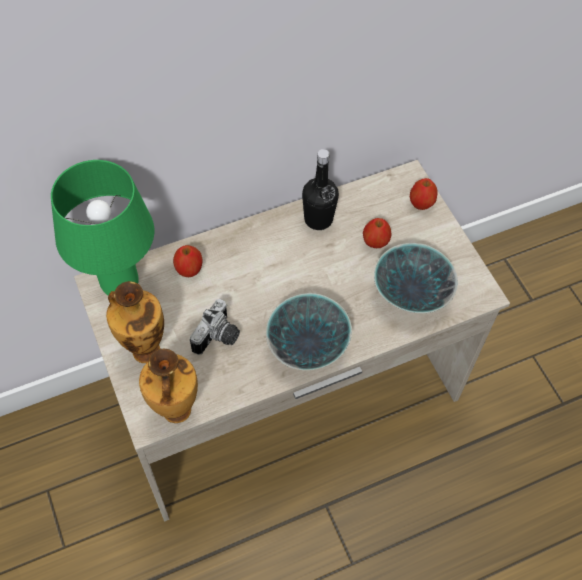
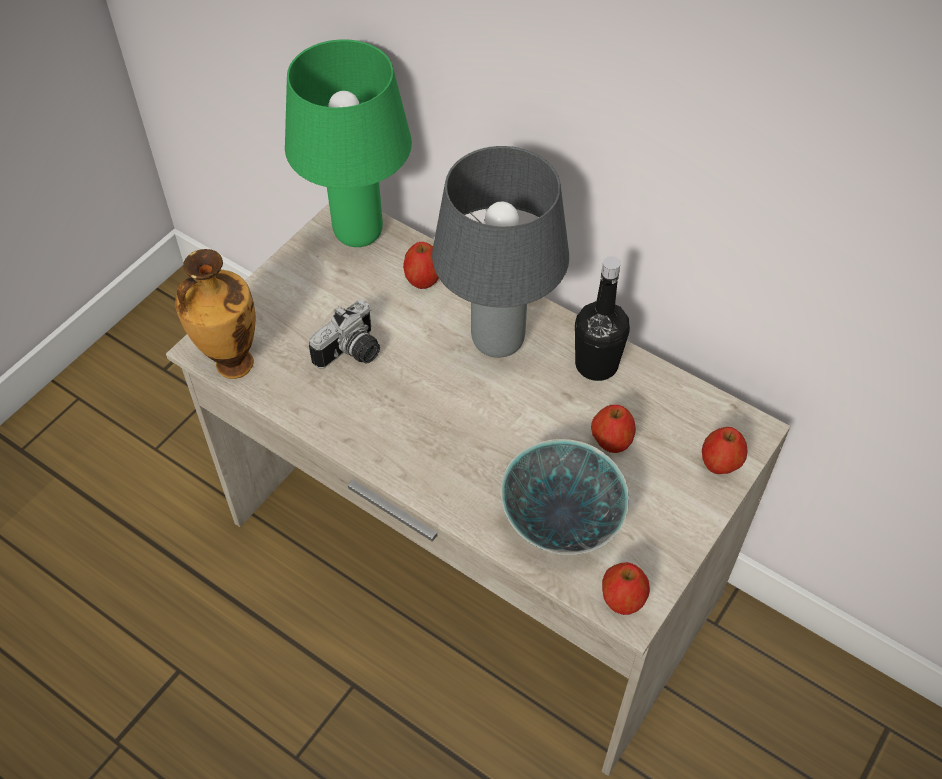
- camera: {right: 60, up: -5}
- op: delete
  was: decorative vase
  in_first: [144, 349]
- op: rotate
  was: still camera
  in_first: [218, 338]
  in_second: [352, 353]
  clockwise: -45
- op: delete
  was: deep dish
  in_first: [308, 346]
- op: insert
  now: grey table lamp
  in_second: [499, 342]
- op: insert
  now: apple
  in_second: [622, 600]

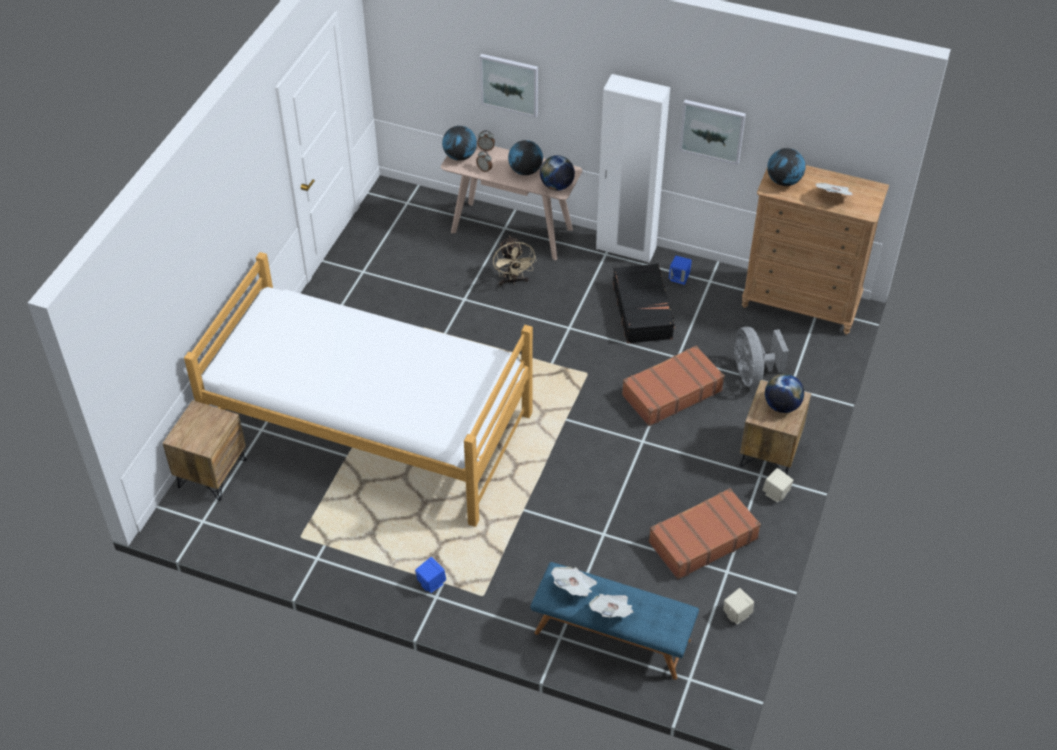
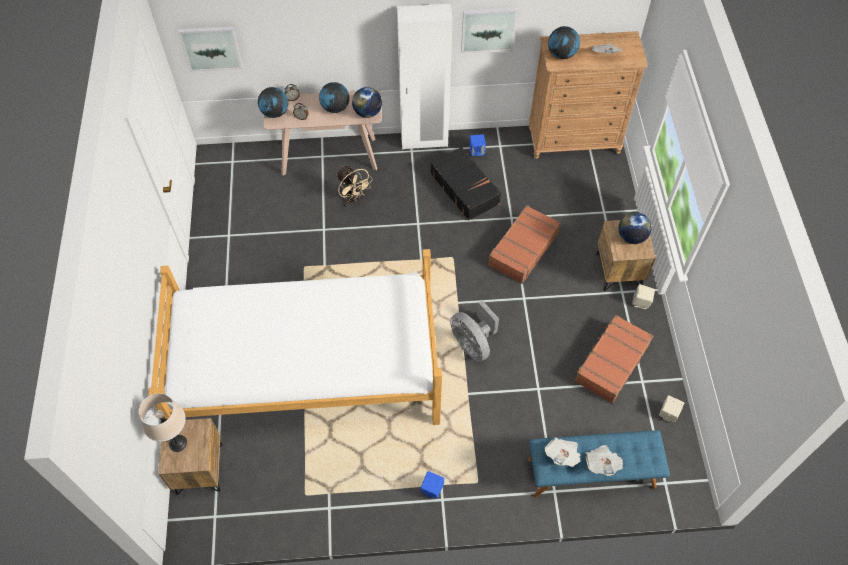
- camera: {right: -25, up: 10}
- op: move
  was: wall art
  in_first: [509, 84]
  in_second: [211, 48]
- op: move
  was: grey electric fan
  in_first: [753, 374]
  in_second: [473, 344]
- op: insert
  now: beige-coloured table lamp
  in_second: [178, 443]

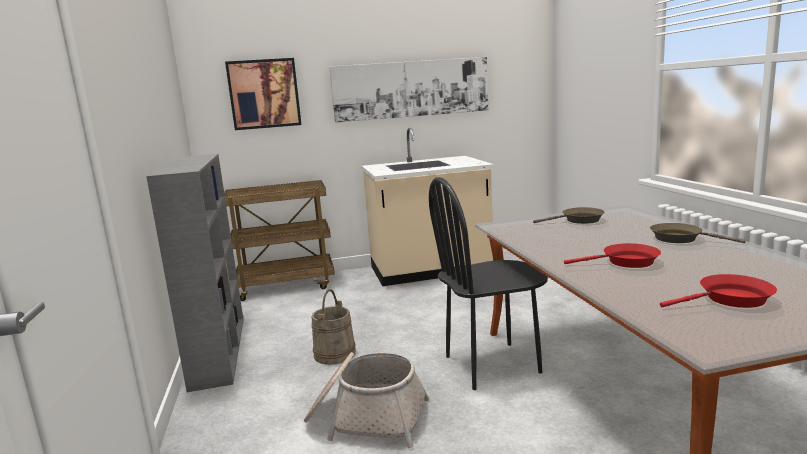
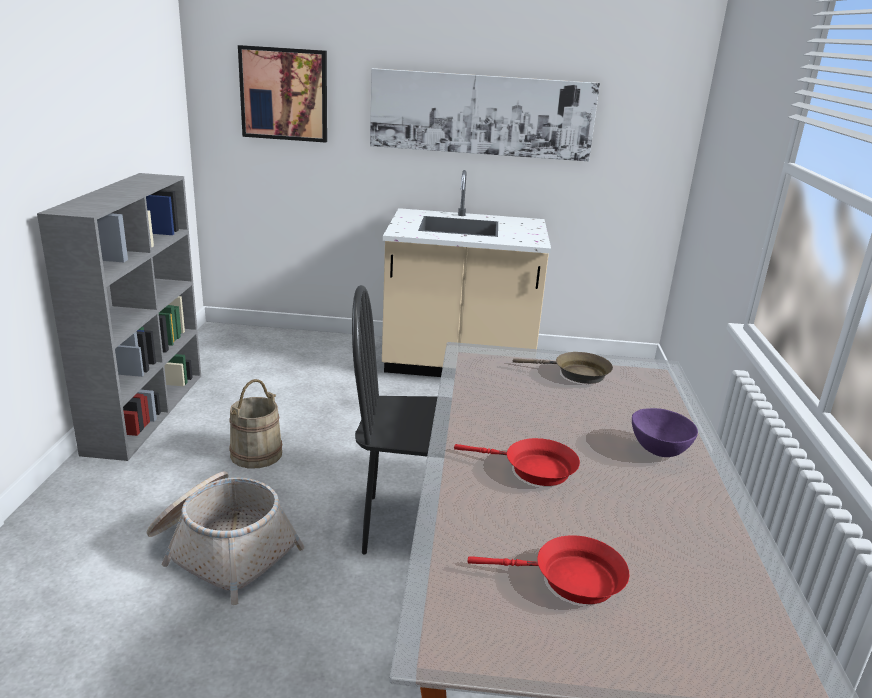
- camera: {right: 15, up: 10}
- op: delete
  was: brown-coloured cart
  in_first: [287, 286]
- op: replace
  was: brown-coloured pan
  now: purple deep dish
  in_first: [680, 238]
  in_second: [659, 448]

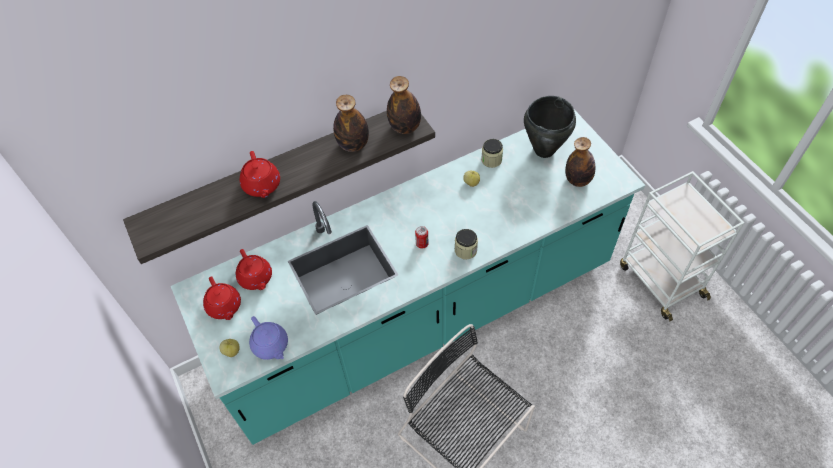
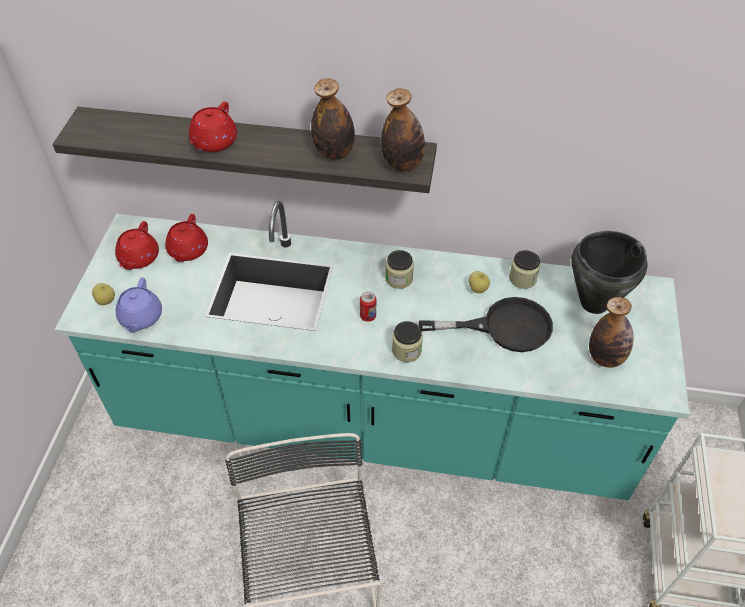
- camera: {right: 35, up: -5}
- op: insert
  now: storage jar
  in_second: [399, 279]
- op: insert
  now: blackish pan
  in_second: [503, 327]

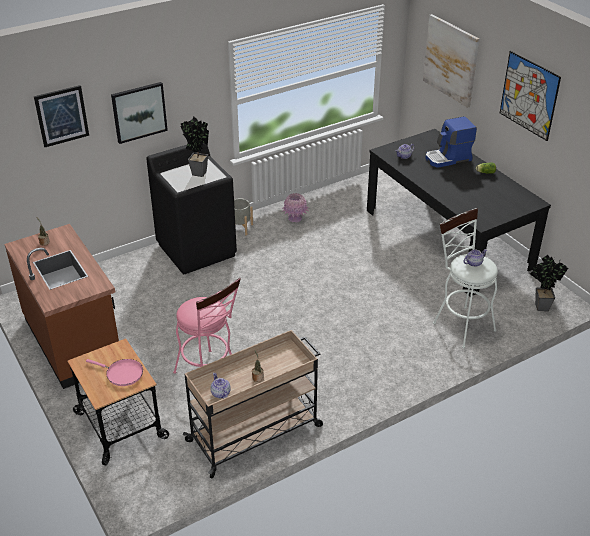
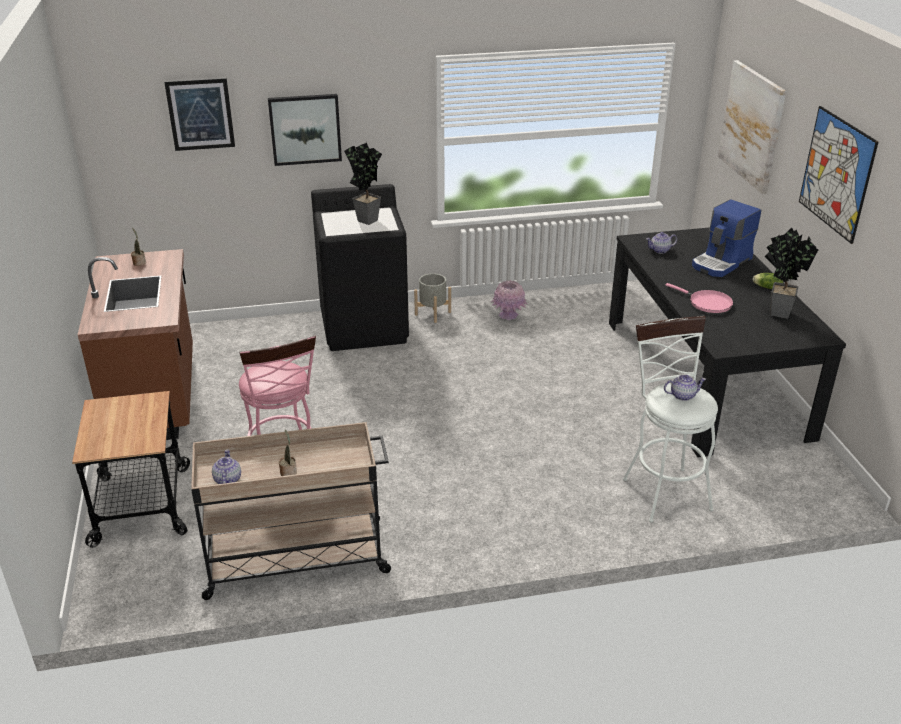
- camera: {right: 20, up: -5}
- op: move
  was: pinkish pan
  in_first: [122, 374]
  in_second: [707, 303]
- op: rotate
  was: coffee brewer
  in_first: [448, 158]
  in_second: [722, 263]
  clockwise: -45
- op: move
  was: potted plant
  in_first: [539, 306]
  in_second: [776, 311]

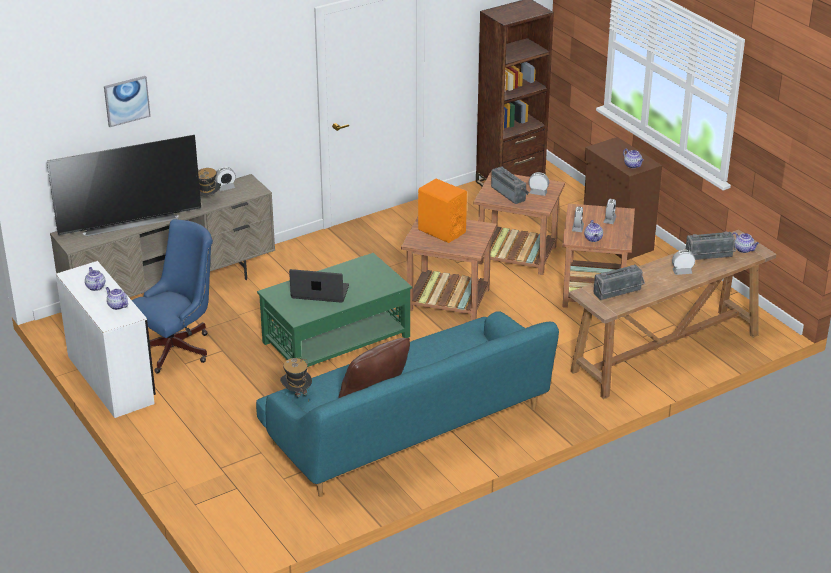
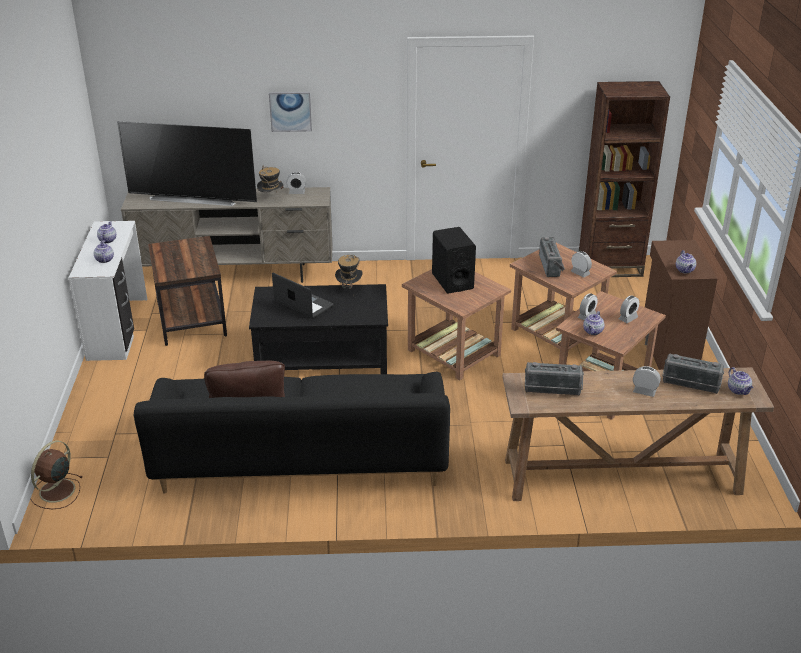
- camera: {right: 30, up: 0}
- op: move
  was: wall art
  in_first: [126, 100]
  in_second: [290, 111]
- op: replace
  was: blue office chair
  now: brown-coloured end table
  in_first: [178, 348]
  in_second: [192, 320]
- op: recolor
  was: blue-green settee
  now: blackish settee
  in_first: [408, 428]
  in_second: [301, 459]
- op: recolor
  was: green-coloured lounge table
  now: blackish lounge table
  in_first: [335, 339]
  in_second: [321, 355]
- op: move
  was: wearable hat
  in_first: [296, 395]
  in_second: [349, 288]
- op: recolor
  was: orange speaker
  now: blackish speaker
  in_first: [441, 231]
  in_second: [452, 281]
- op: insert
  now: brown-coloured electric fan
  in_second: [56, 491]

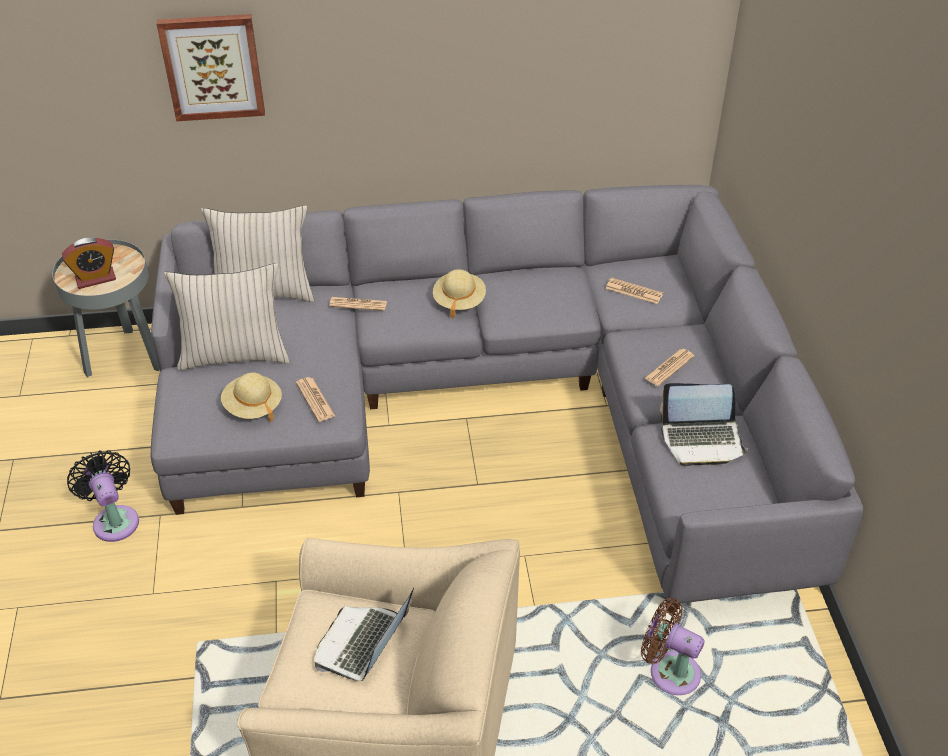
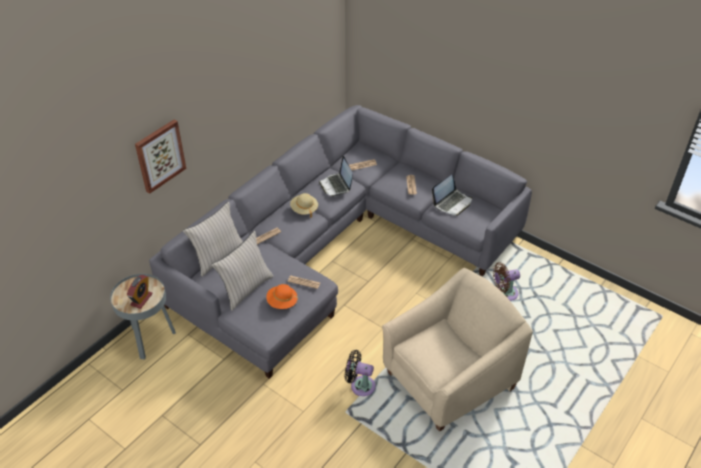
- camera: {right: -45, up: 0}
- op: move
  was: blackish electric fan
  in_first: [114, 520]
  in_second: [360, 385]
- op: recolor
  was: beige-coloured wearable hat
  now: orange wearable hat
  in_first: [253, 407]
  in_second: [282, 302]
- op: move
  was: portable computer
  in_first: [363, 644]
  in_second: [336, 185]

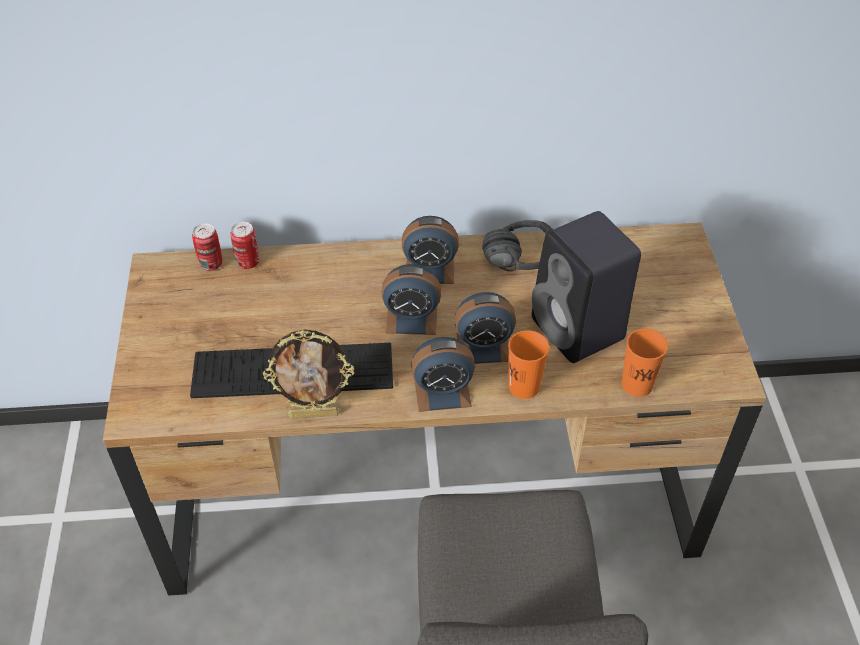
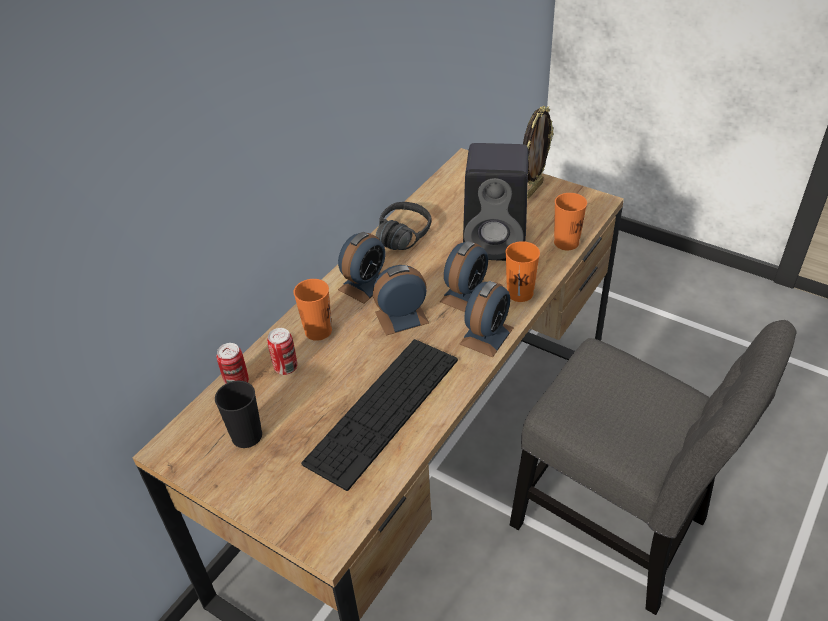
- camera: {right: -50, up: -5}
- op: move
  was: metal can
  in_first: [211, 264]
  in_second: [286, 367]
- op: move
  was: standing frame
  in_first: [315, 414]
  in_second: [533, 189]
- op: rotate
  was: alarm clock
  in_first: [411, 319]
  in_second: [401, 317]
  clockwise: -150
- op: insert
  now: blackish small cup
  in_second: [247, 436]
- op: insert
  now: orange small cup
  in_second: [318, 331]

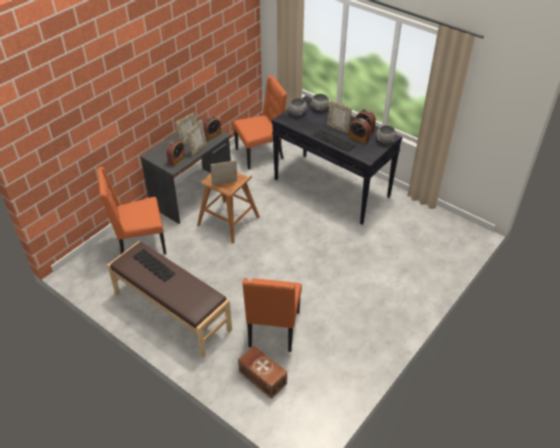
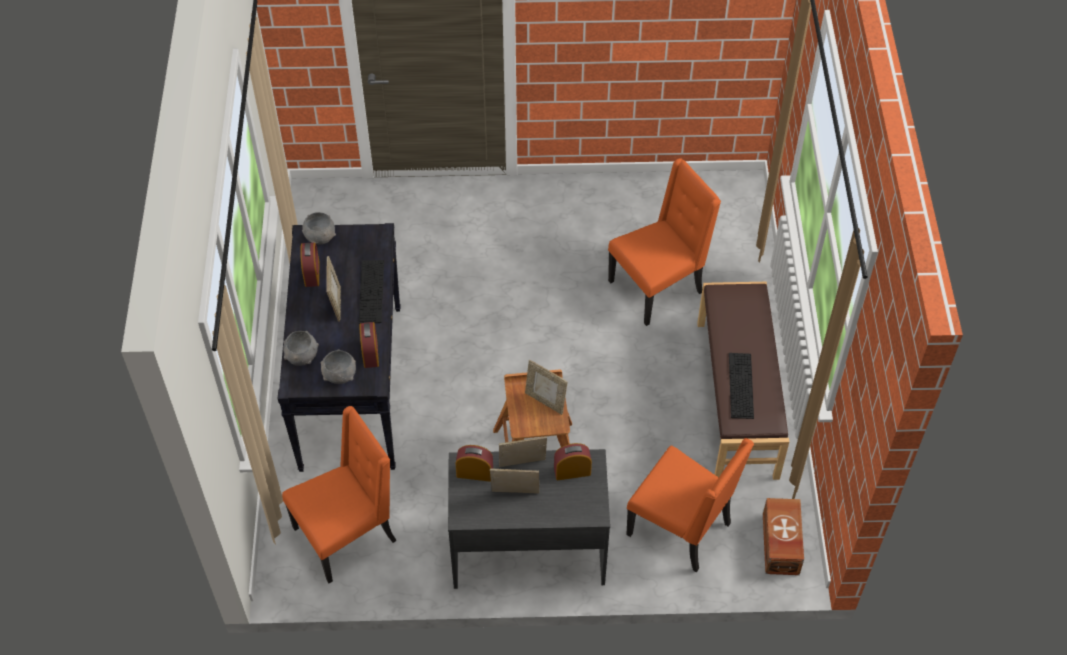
- camera: {right: -130, up: 10}
- op: rotate
  was: orange plain chair
  in_first: [260, 154]
  in_second: [347, 534]
  clockwise: 120
- op: move
  was: brown-coloured storage container
  in_first: [262, 377]
  in_second: [779, 545]
- op: move
  was: alarm clock
  in_first: [359, 138]
  in_second: [370, 353]

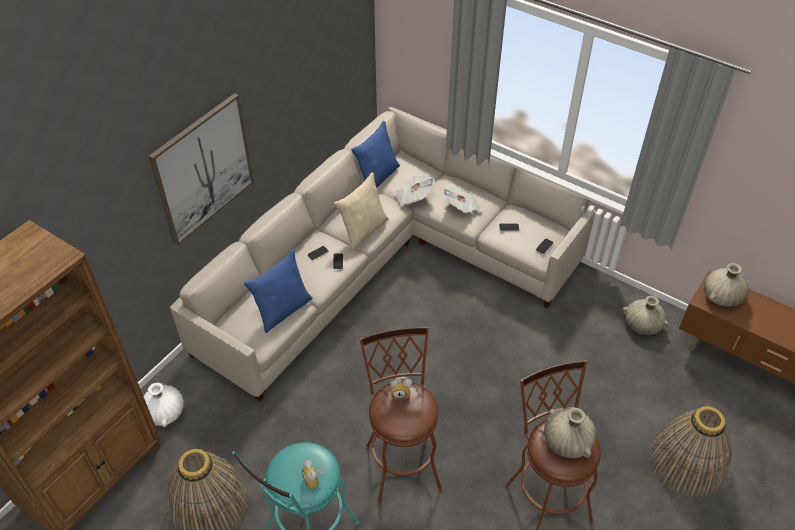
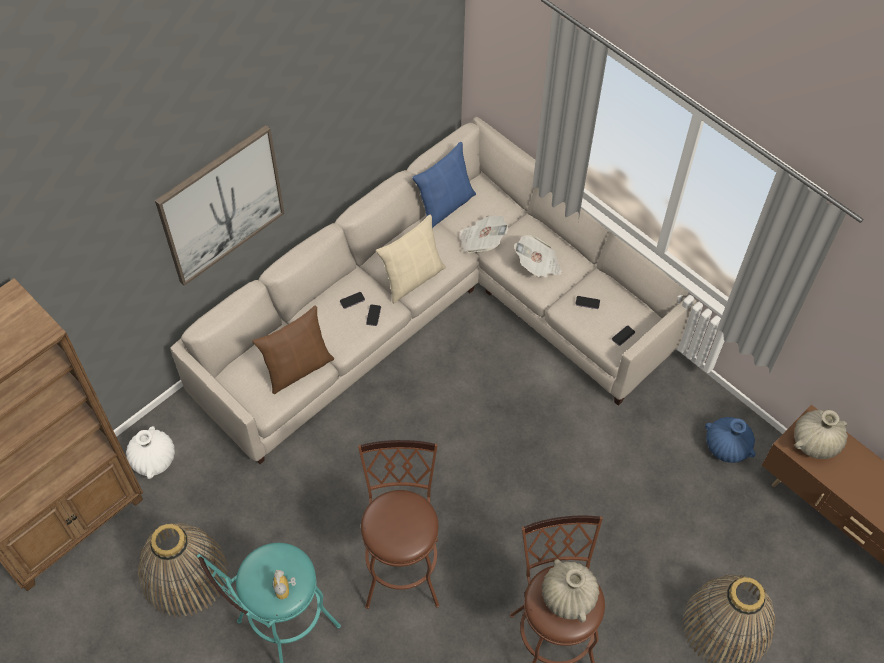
- camera: {right: 10, up: 10}
- op: recolor
  was: blue cushion
  now: brown-coloured cushion
  in_first: [283, 310]
  in_second: [298, 368]
- op: delete
  was: alarm clock
  in_first: [401, 393]
- op: recolor
  was: beige-coloured decorative vase
  now: blue decorative vase
  in_first: [642, 325]
  in_second: [727, 447]

